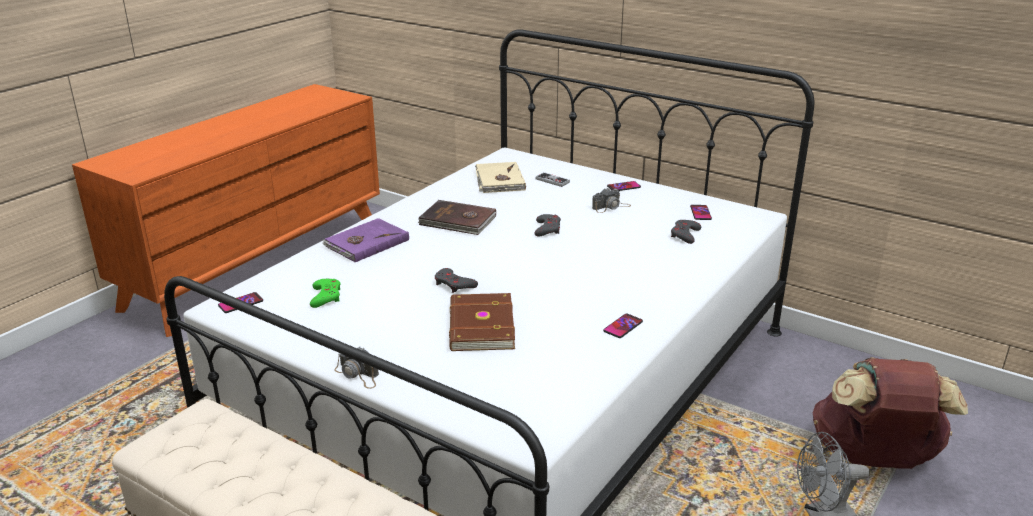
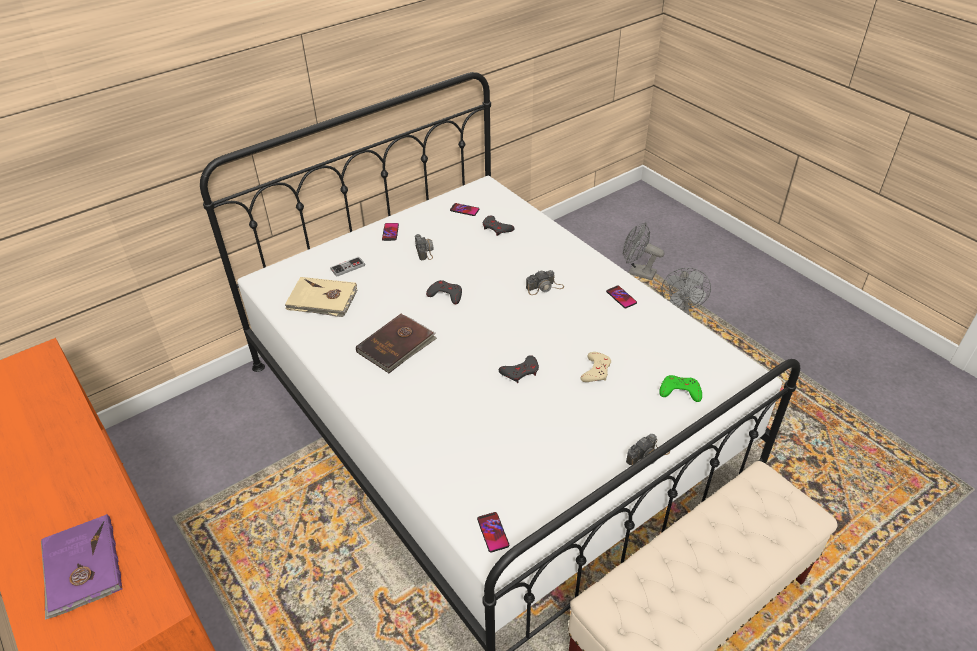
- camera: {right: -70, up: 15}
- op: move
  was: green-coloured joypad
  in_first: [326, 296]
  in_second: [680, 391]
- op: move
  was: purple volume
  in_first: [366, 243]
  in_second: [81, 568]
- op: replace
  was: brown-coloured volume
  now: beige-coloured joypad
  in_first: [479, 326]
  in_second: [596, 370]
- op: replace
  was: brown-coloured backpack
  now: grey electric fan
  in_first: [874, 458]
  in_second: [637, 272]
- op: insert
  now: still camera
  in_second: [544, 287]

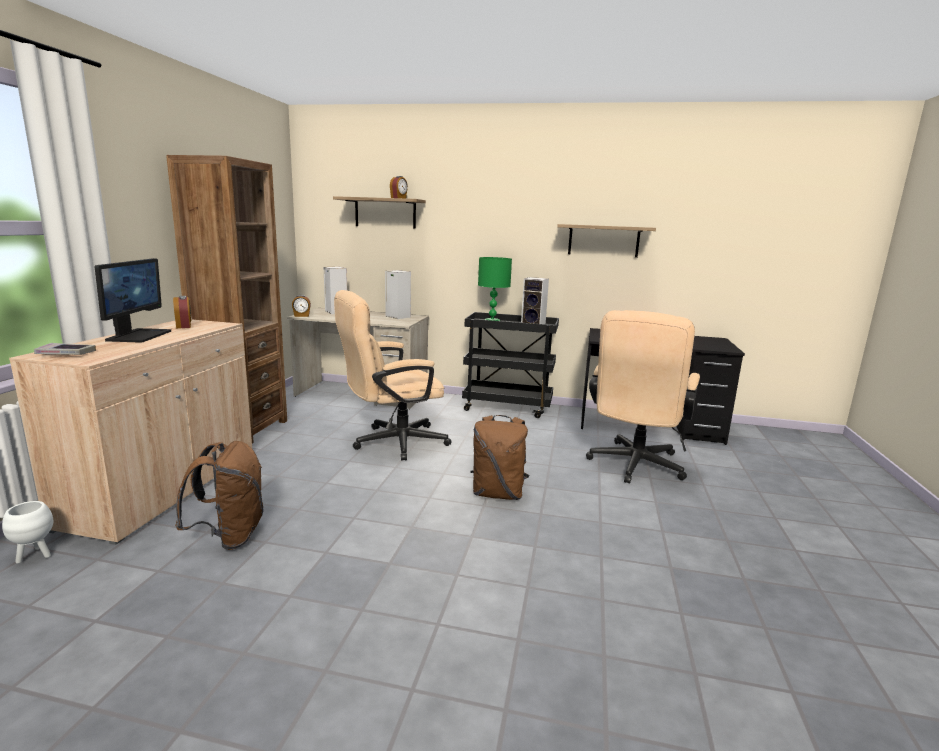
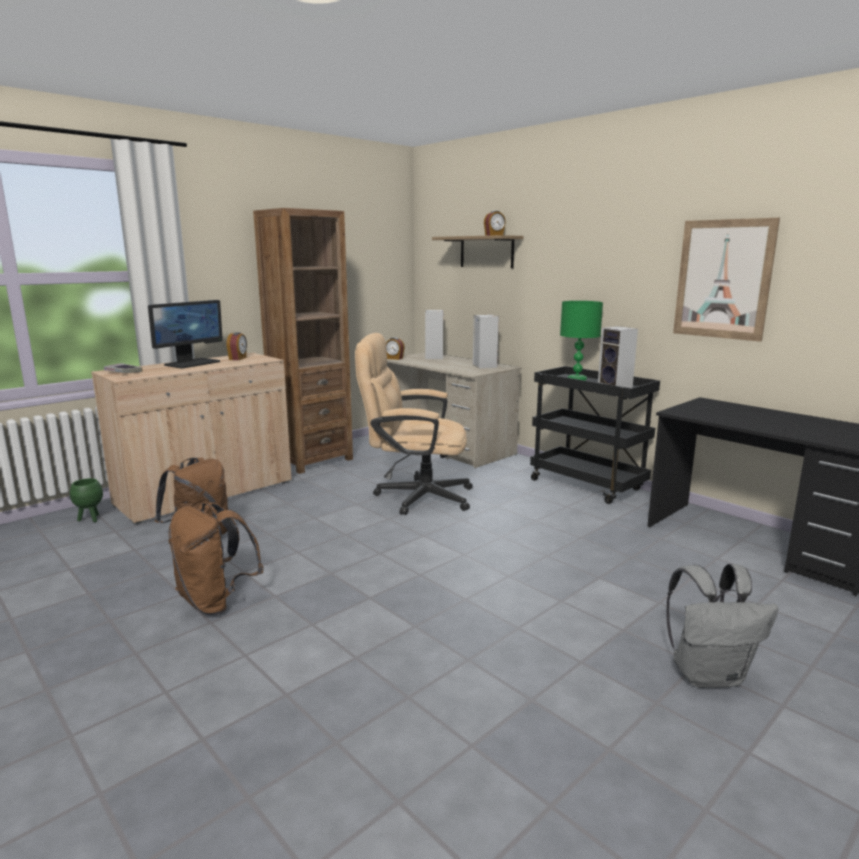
- camera: {right: 35, up: 0}
- op: recolor
  was: white flower pot
  now: green-coloured flower pot
  in_first: [35, 556]
  in_second: [91, 519]
- op: move
  was: brown-coloured backpack
  in_first: [498, 493]
  in_second: [216, 601]
- op: replace
  was: bracket shelf
  now: wall art
  in_first: [603, 241]
  in_second: [723, 279]
- op: delete
  was: beige-coloured office chair
  in_first: [634, 467]
- op: insert
  now: grey backpack
  in_second: [709, 674]

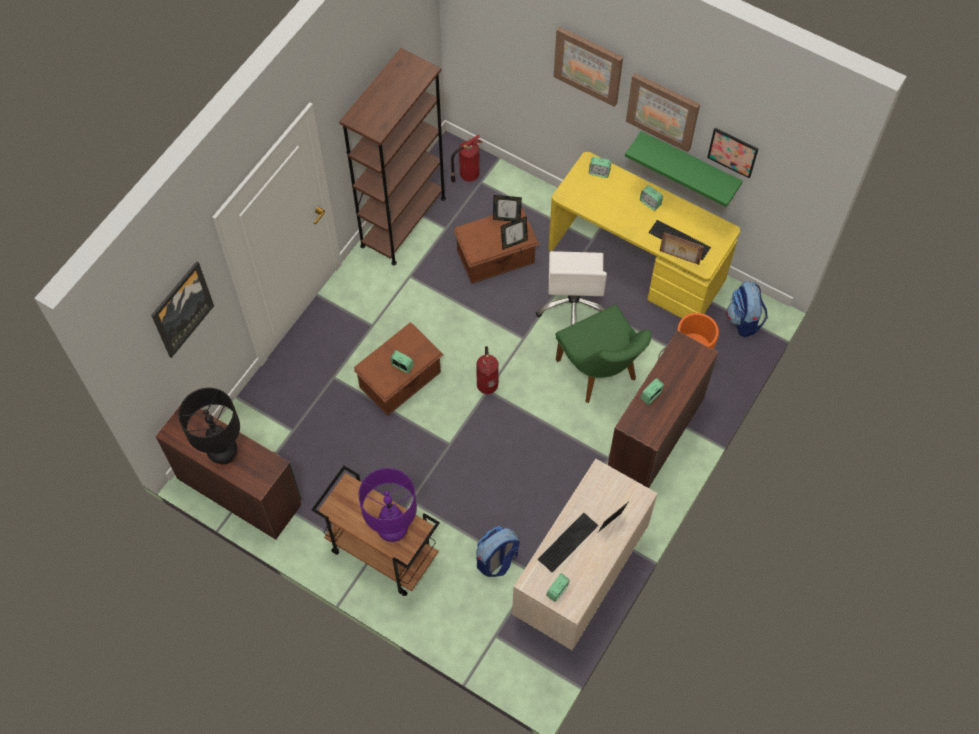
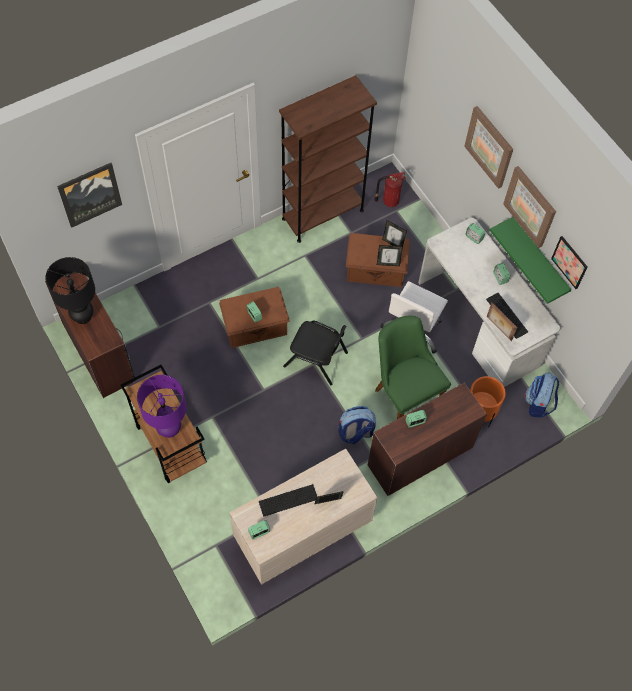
- camera: {right: 25, up: 0}
- op: replace
  was: fire extinguisher
  now: blackish plain chair
  in_first: [487, 384]
  in_second: [316, 359]
- op: move
  was: backpack
  in_first: [497, 560]
  in_second: [355, 433]
- op: recolor
  was: yellowish desk
  now: white desk
  in_first: [636, 263]
  in_second: [479, 322]
- op: rotate
  was: green-coloured plain chair
  in_first: [600, 374]
  in_second: [404, 392]
  clockwise: 150

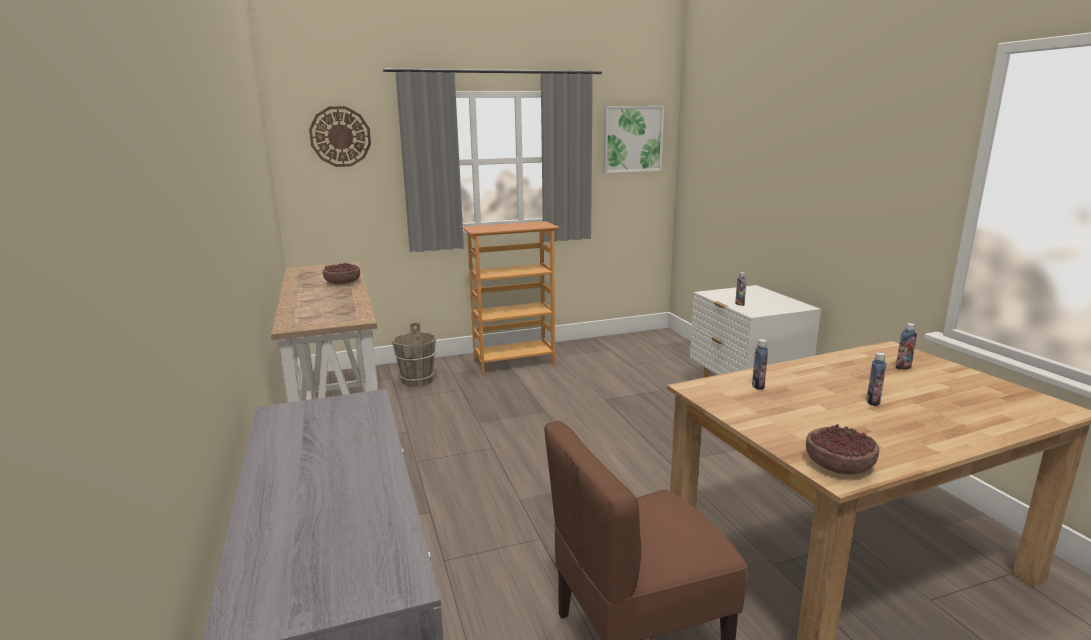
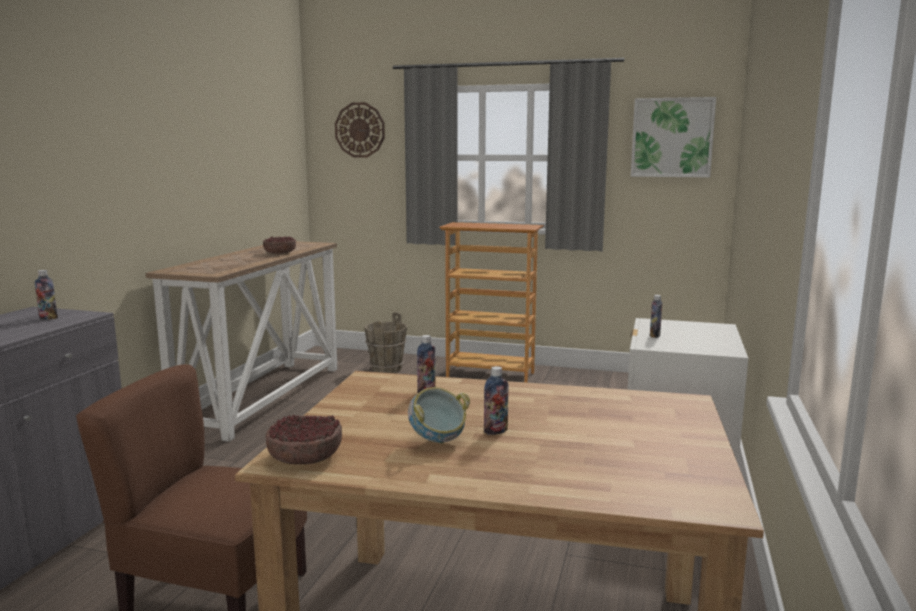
- camera: {right: 35, up: -5}
- op: move
  was: bottle
  in_first: [903, 367]
  in_second: [48, 318]
- op: insert
  now: deep dish
  in_second: [437, 441]

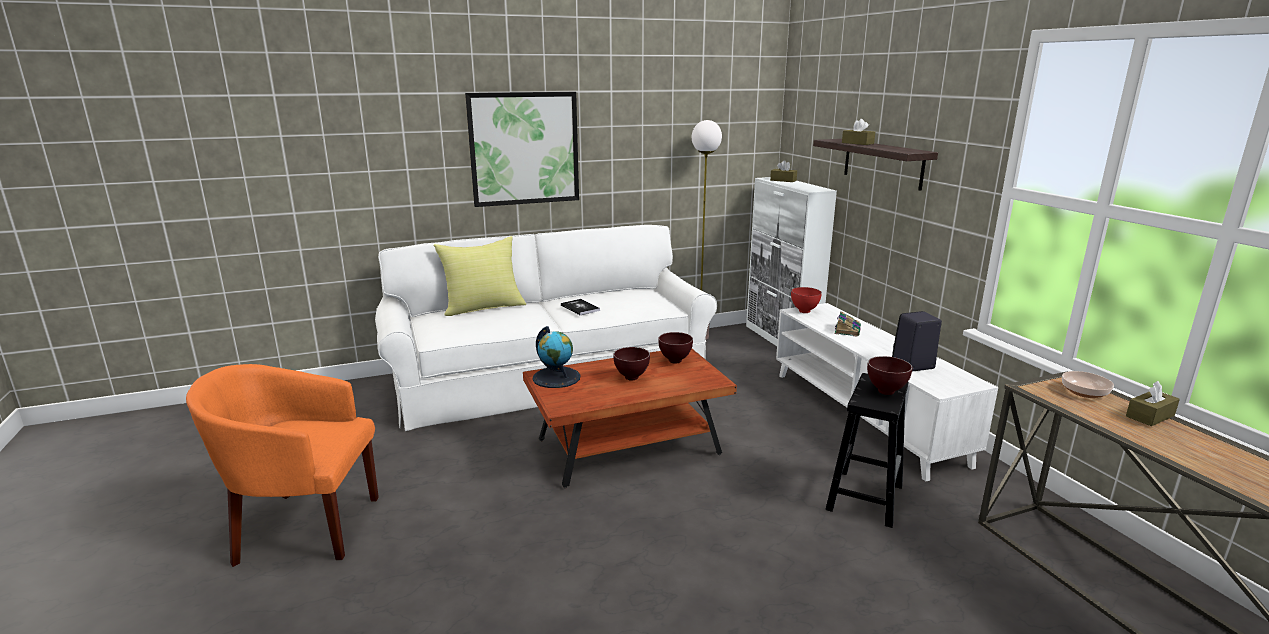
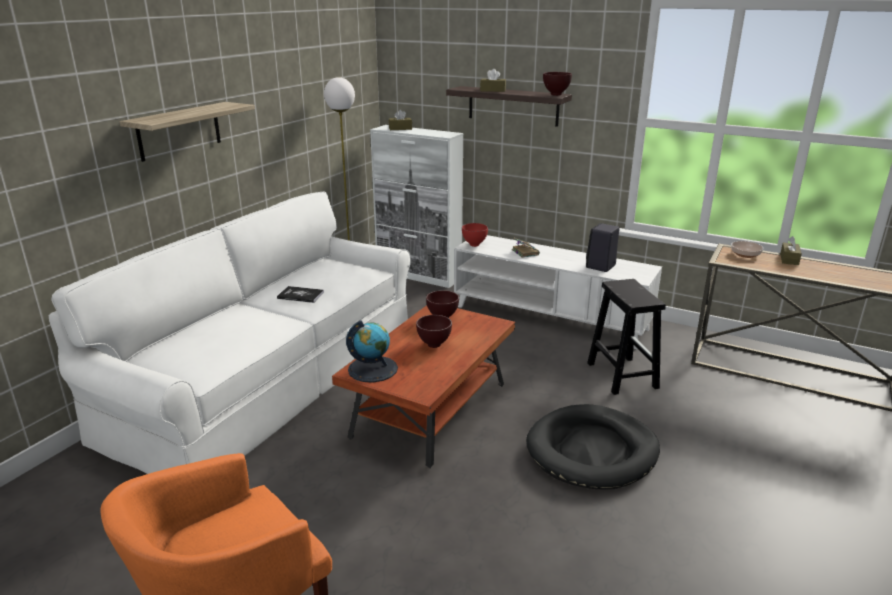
- camera: {right: -40, up: 5}
- op: delete
  was: yellowish cushion
  in_first: [483, 307]
- op: replace
  was: wall art
  now: bracket shelf
  in_first: [524, 148]
  in_second: [179, 131]
- op: move
  was: brown-coloured deep dish
  in_first: [885, 392]
  in_second: [556, 95]
- op: insert
  now: blackish dog cushion
  in_second: [592, 451]

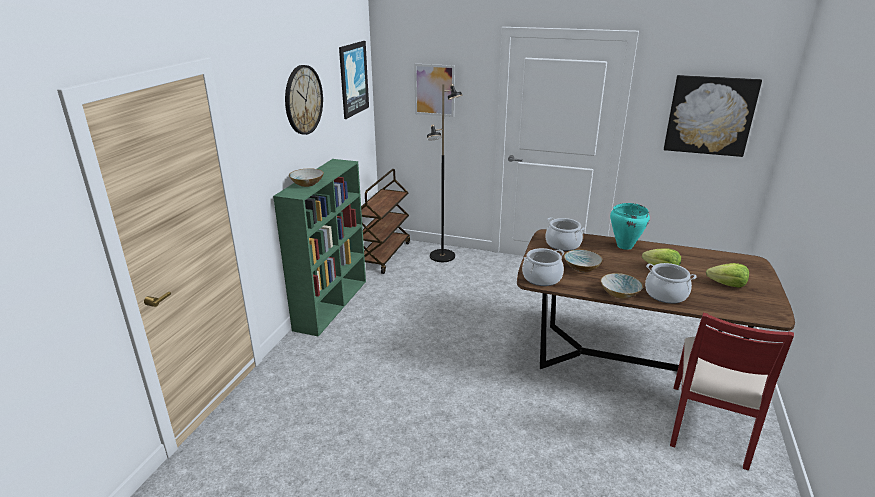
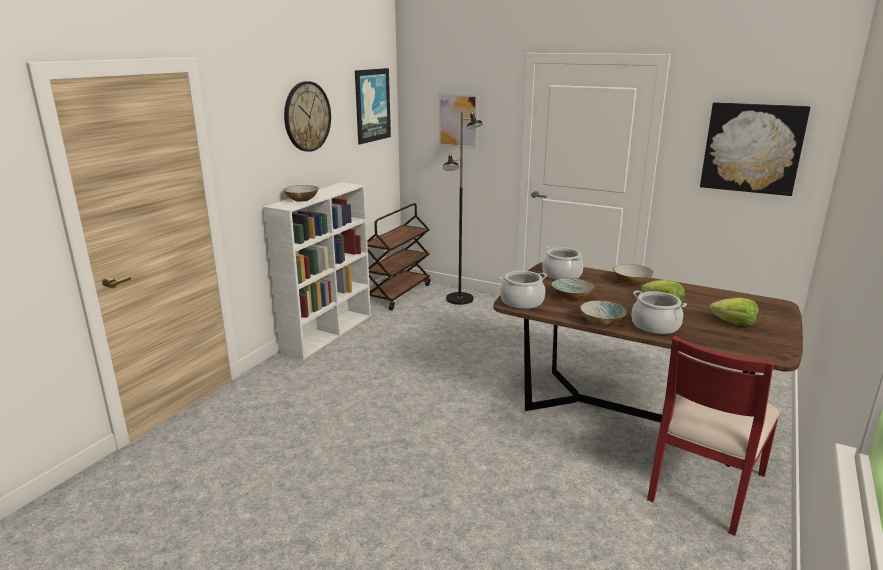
- camera: {right: 10, up: -5}
- op: recolor
  was: green-coloured shelving unit
  now: white shelving unit
  in_first: [331, 304]
  in_second: [328, 332]
- op: replace
  was: blue-green stockpot
  now: deep dish
  in_first: [624, 246]
  in_second: [631, 281]

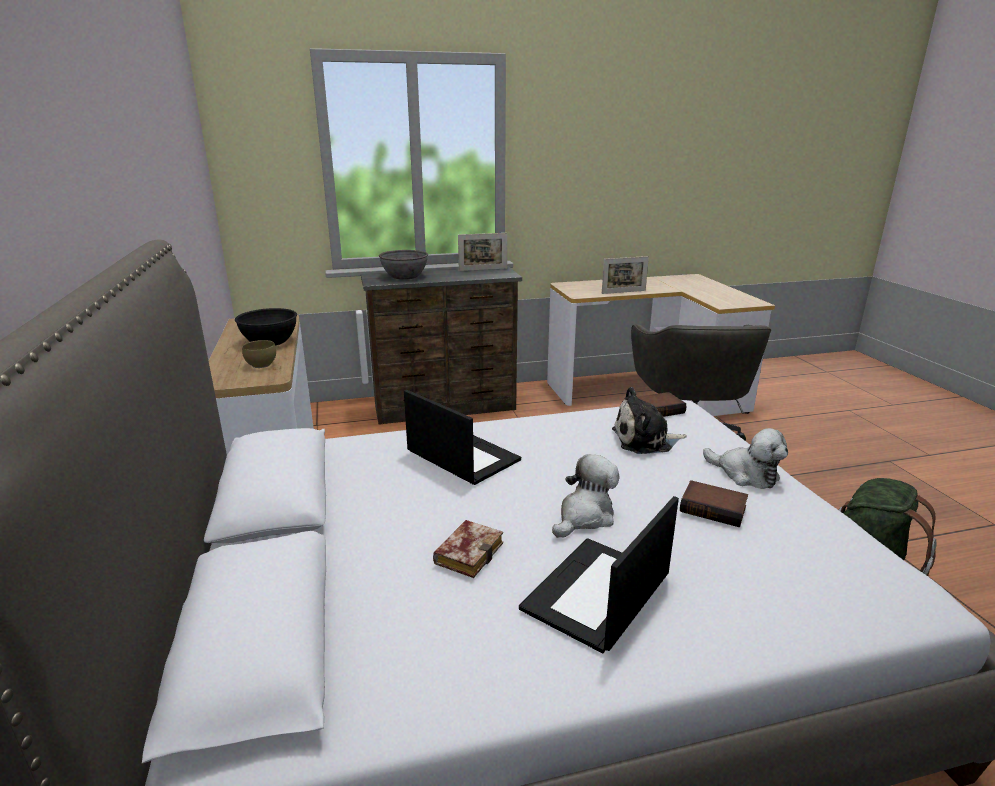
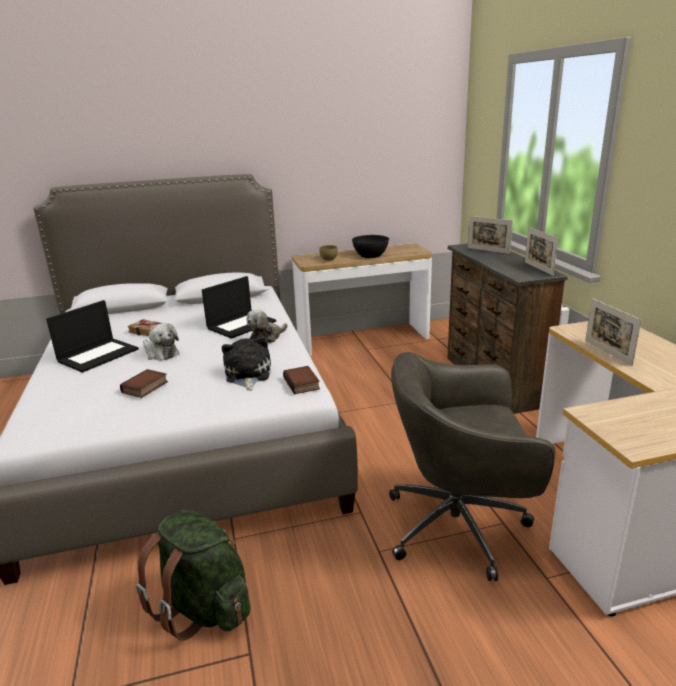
- camera: {right: 90, up: 0}
- op: replace
  was: grey deep dish
  now: standing frame
  in_first: [404, 276]
  in_second: [488, 250]
- op: rotate
  was: portable computer
  in_first: [597, 594]
  in_second: [98, 355]
  clockwise: 90
- op: move
  was: cuddly toy
  in_first: [745, 474]
  in_second: [266, 338]

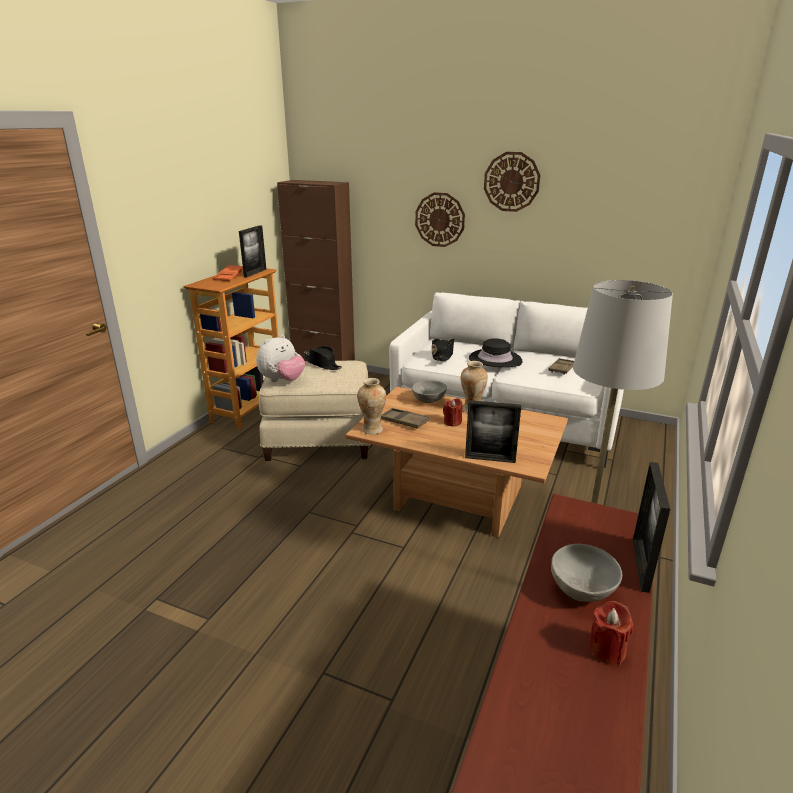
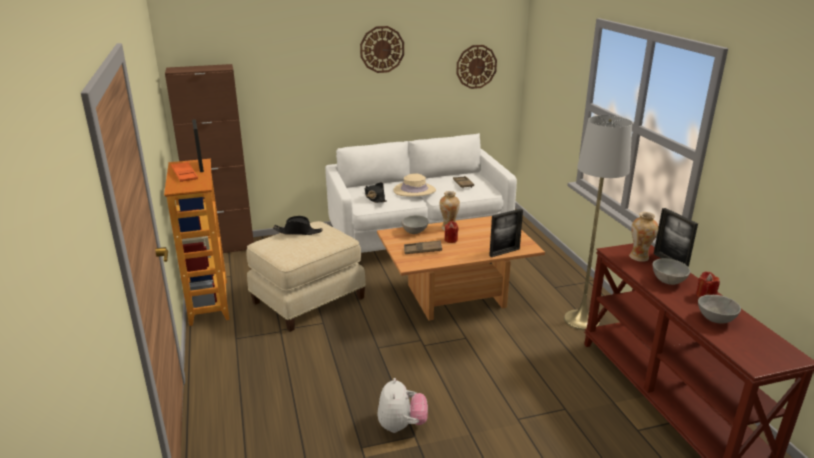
- camera: {right: -40, up: 0}
- op: move
  was: cuddly toy
  in_first: [282, 380]
  in_second: [401, 426]
- op: move
  was: decorative vase
  in_first: [372, 429]
  in_second: [639, 257]
- op: move
  was: hanging clock
  in_first: [440, 219]
  in_second: [476, 66]
- op: recolor
  was: blackish wearable hat
  now: beige-coloured wearable hat
  in_first: [495, 360]
  in_second: [414, 190]
- op: insert
  now: grey deep dish
  in_second: [714, 319]

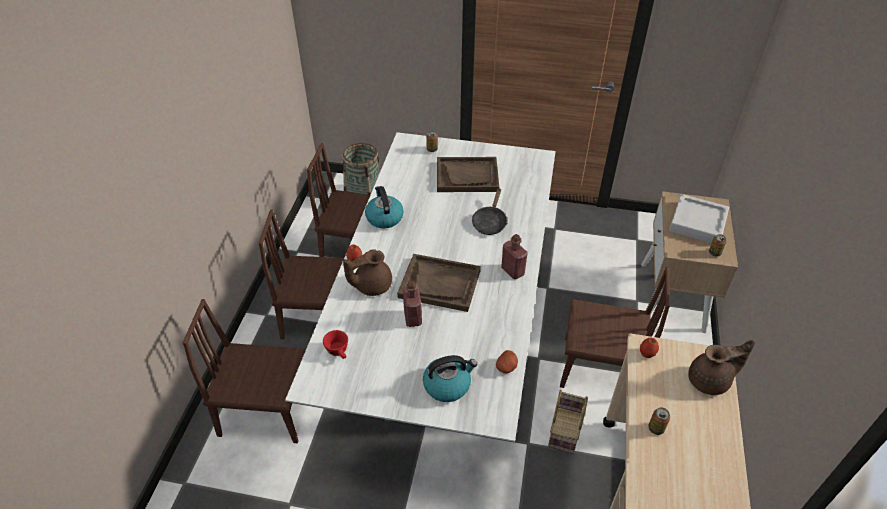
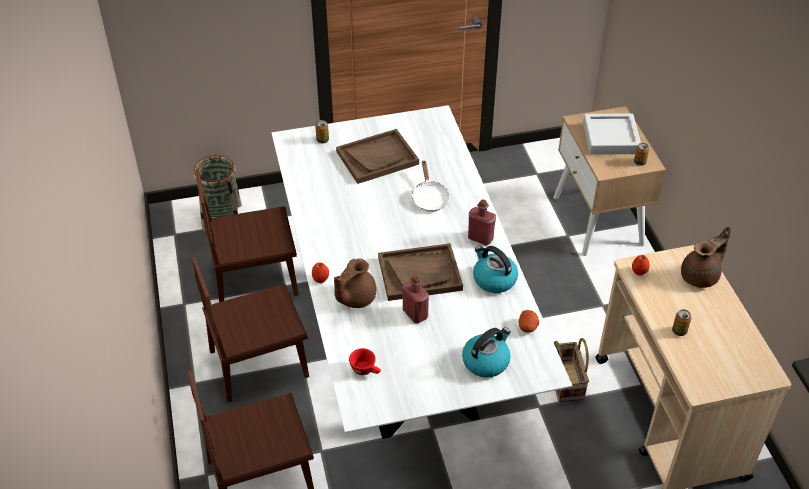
- camera: {right: -25, up: 0}
- op: move
  was: tea kettle
  in_first: [384, 217]
  in_second: [494, 279]
- op: recolor
  was: blackish pan
  now: white pan
  in_first: [490, 222]
  in_second: [429, 198]
- op: delete
  was: brown-coloured plain chair
  in_first: [600, 368]

